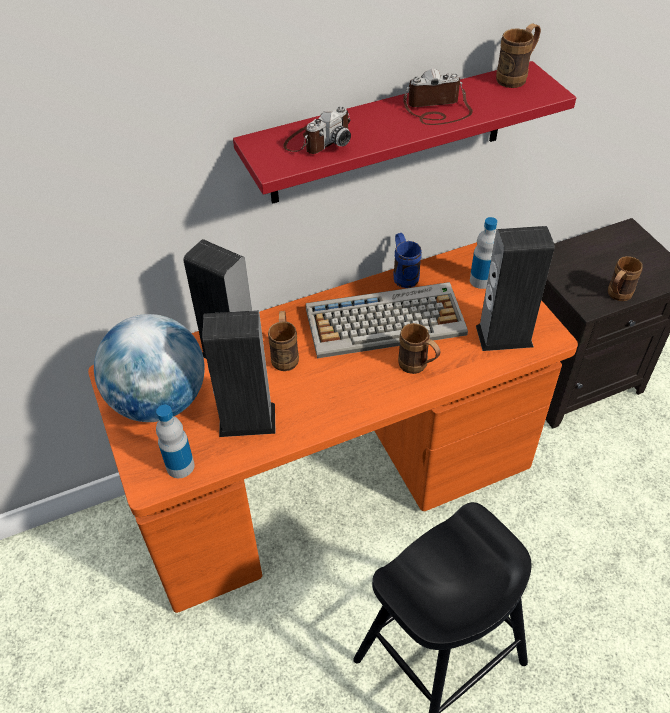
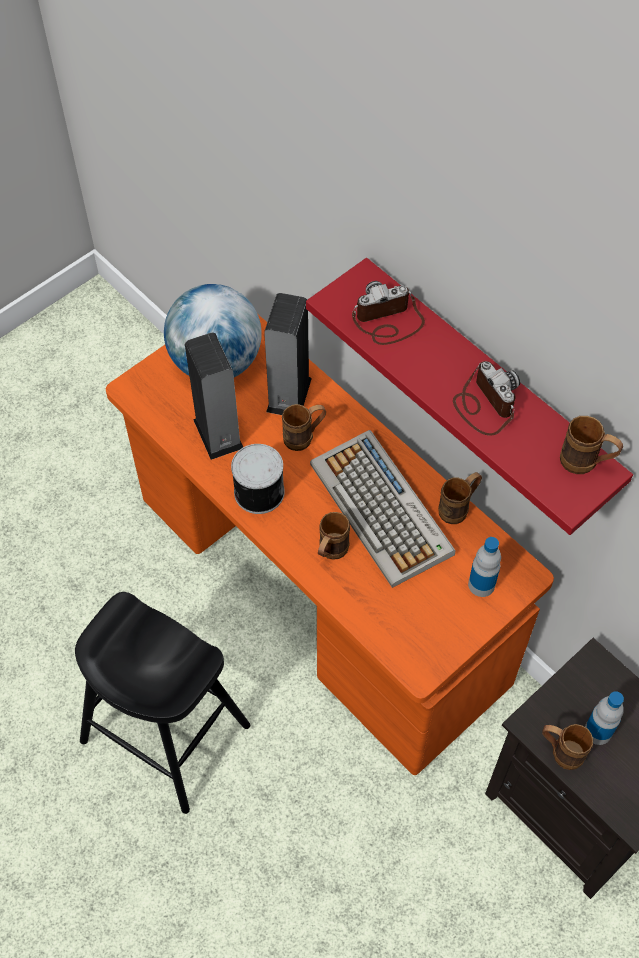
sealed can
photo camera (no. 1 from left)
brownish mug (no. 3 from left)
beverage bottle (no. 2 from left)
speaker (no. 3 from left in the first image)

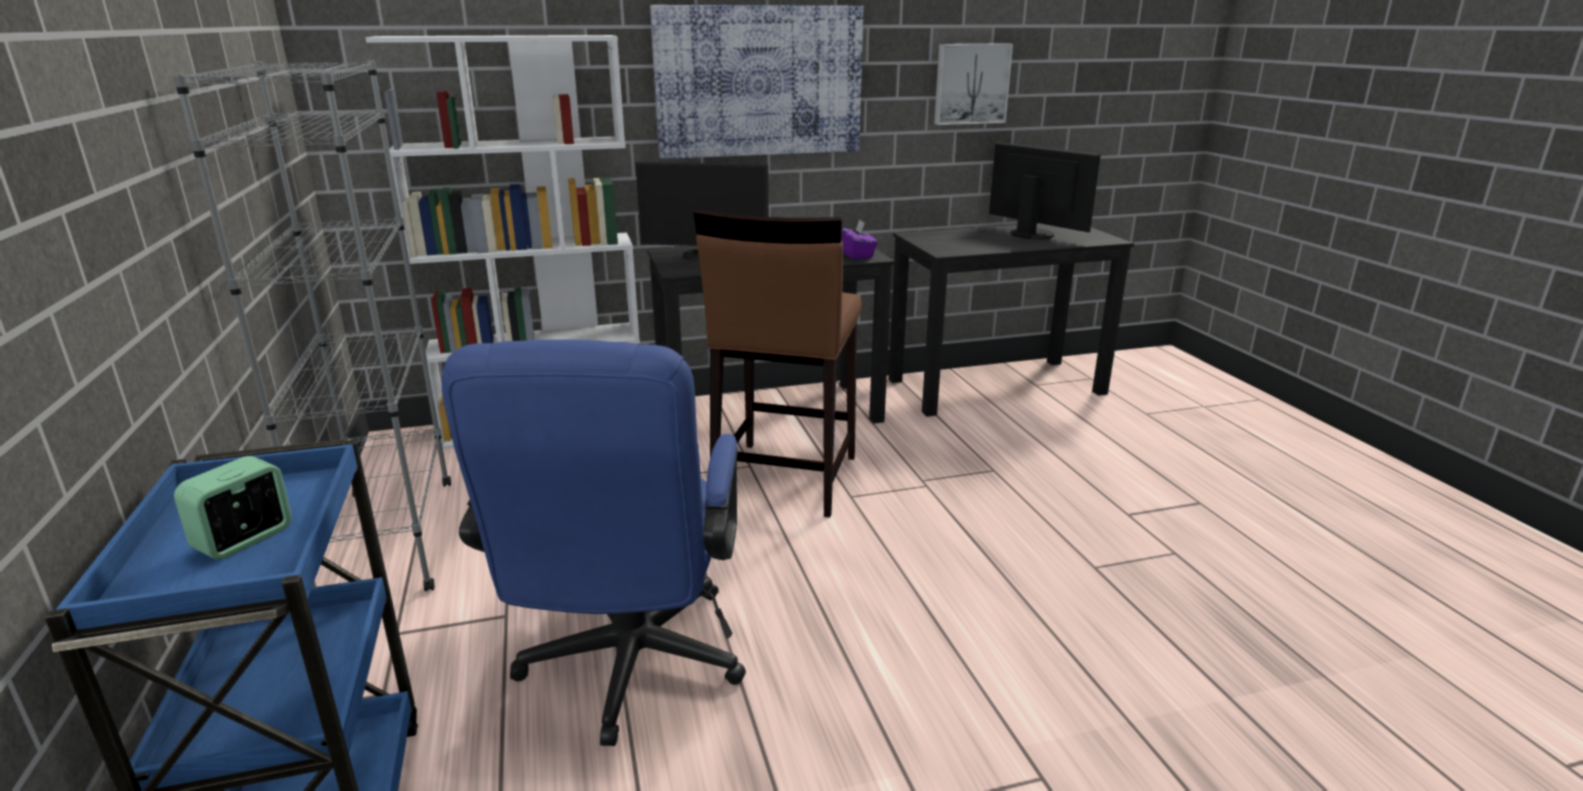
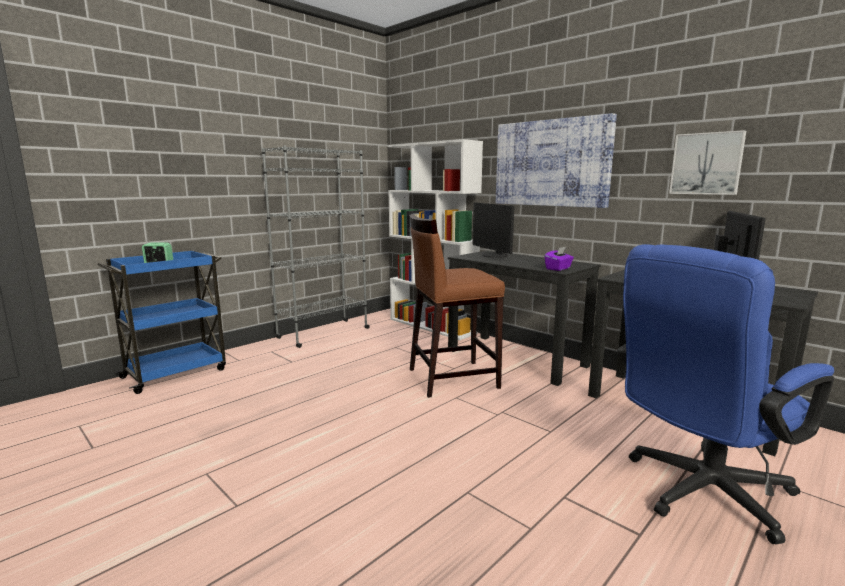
blue desk chair

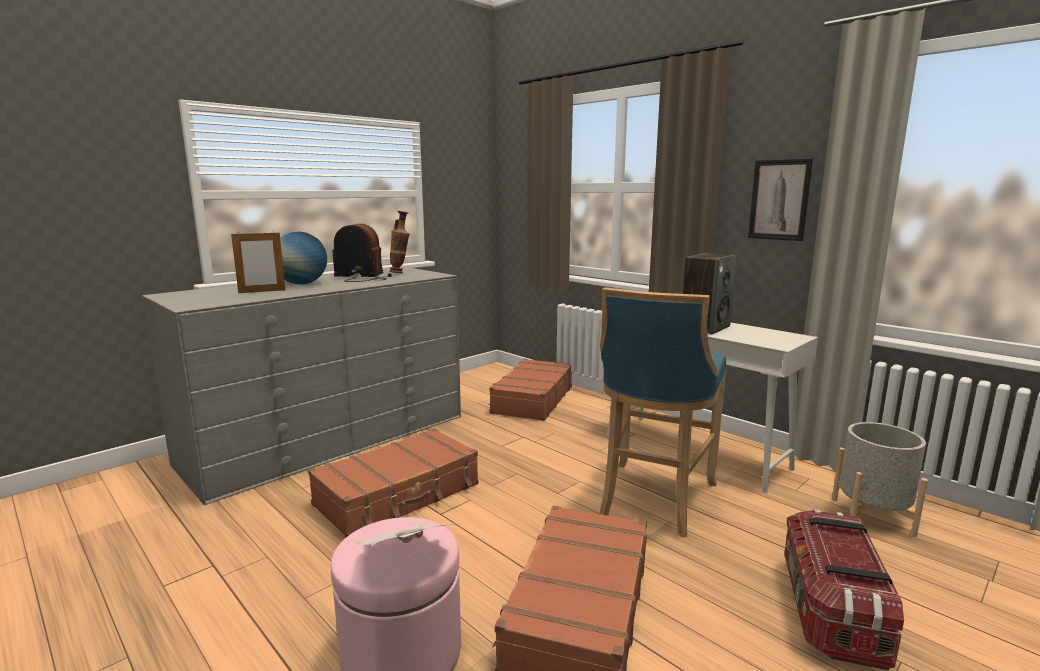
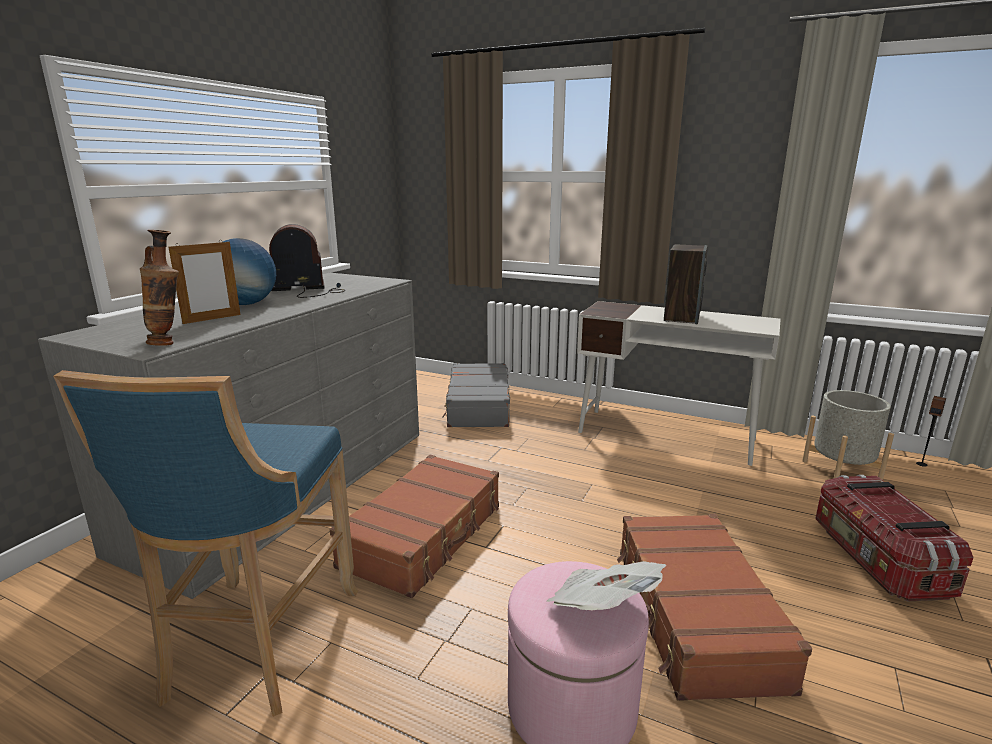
blue sitting stool
decorative vase
greyish travel case
speaker (no. 2 from left)
wall picture

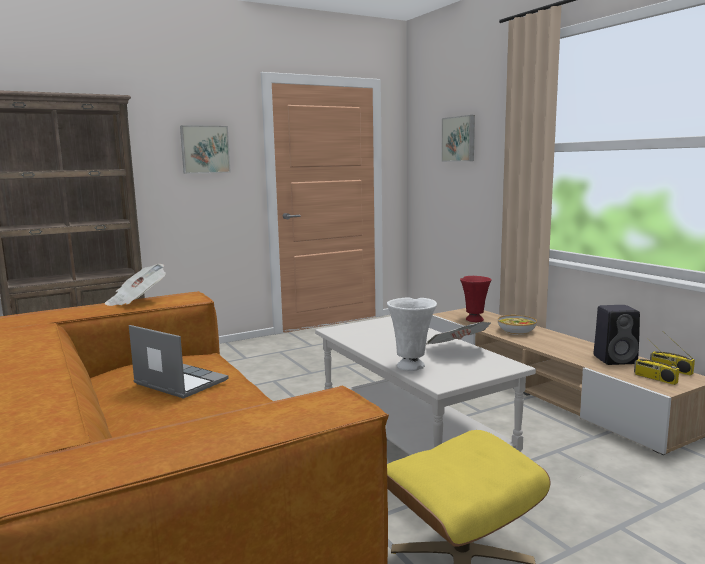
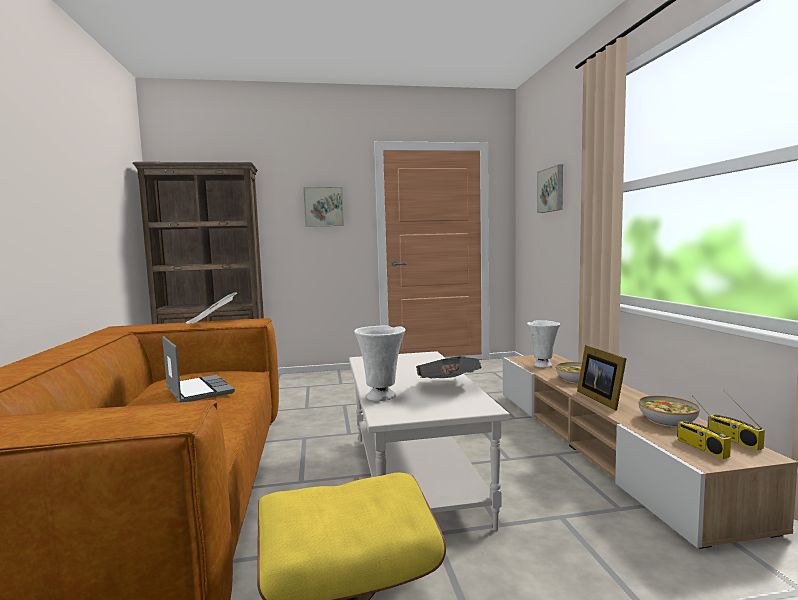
white-coloured decorative vase (no. 2 from left)
standing frame
serving bowl (no. 2 from left)

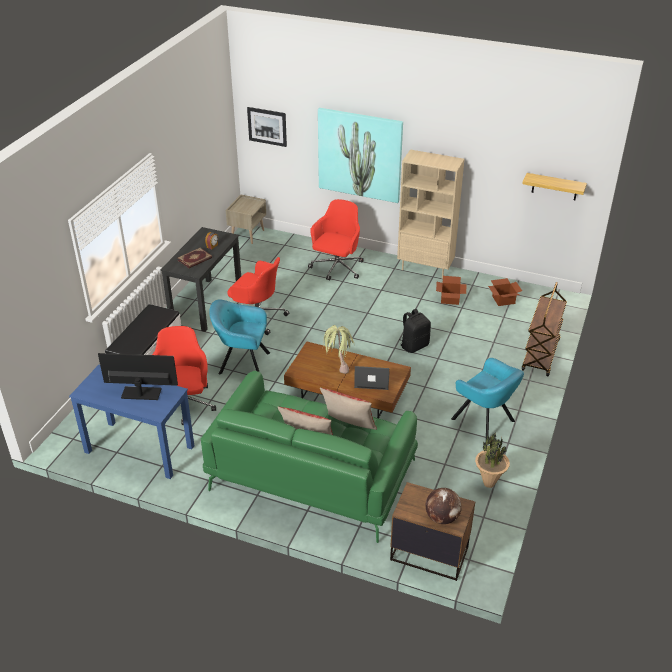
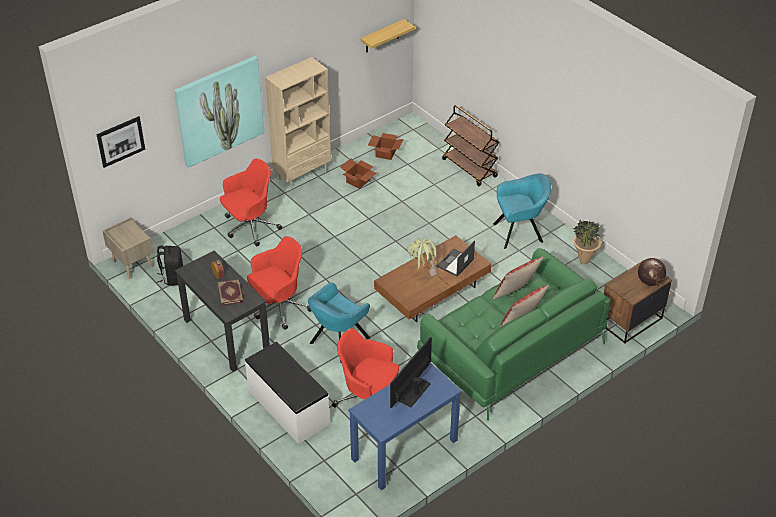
black-coloured rucksack
red desk chair (no. 1 from left)

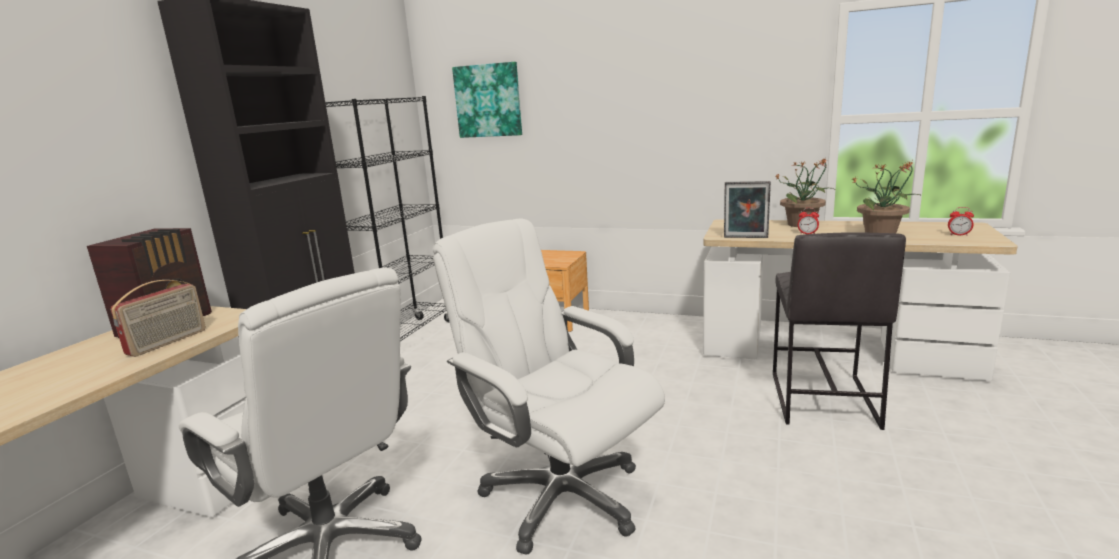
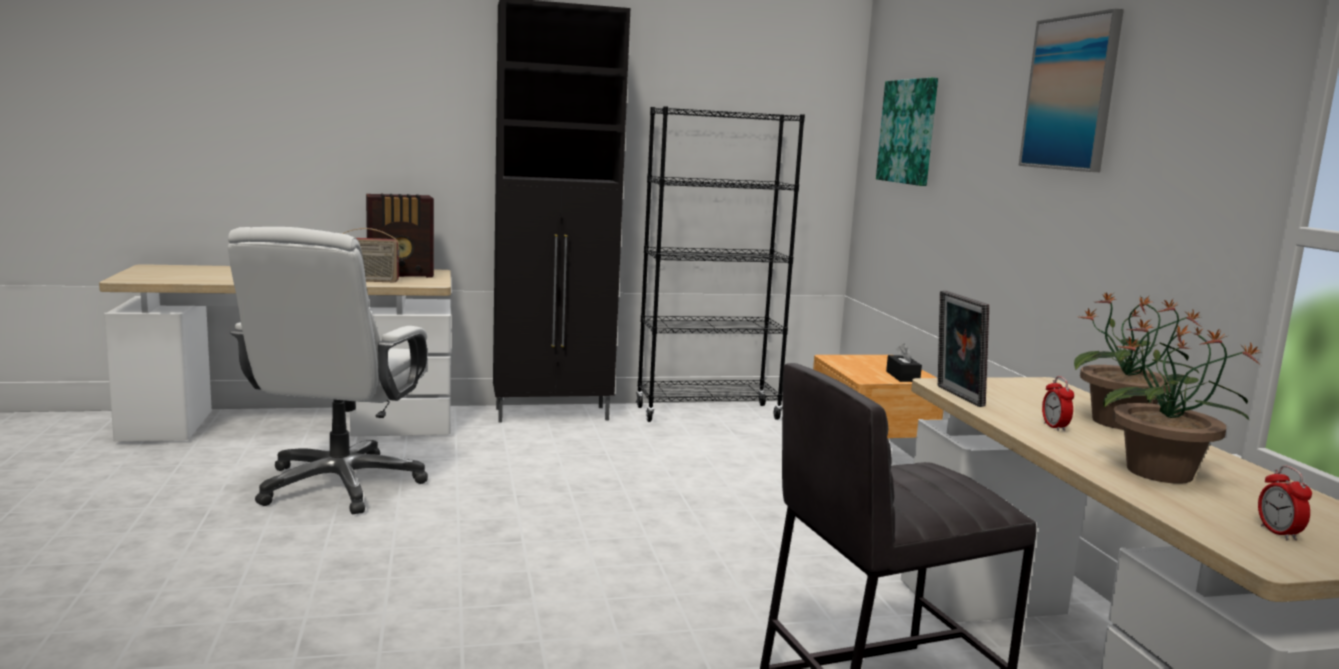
black-coloured box of tissues
wall picture (no. 2 from left)
white-coloured desk chair (no. 2 from left in the first image)

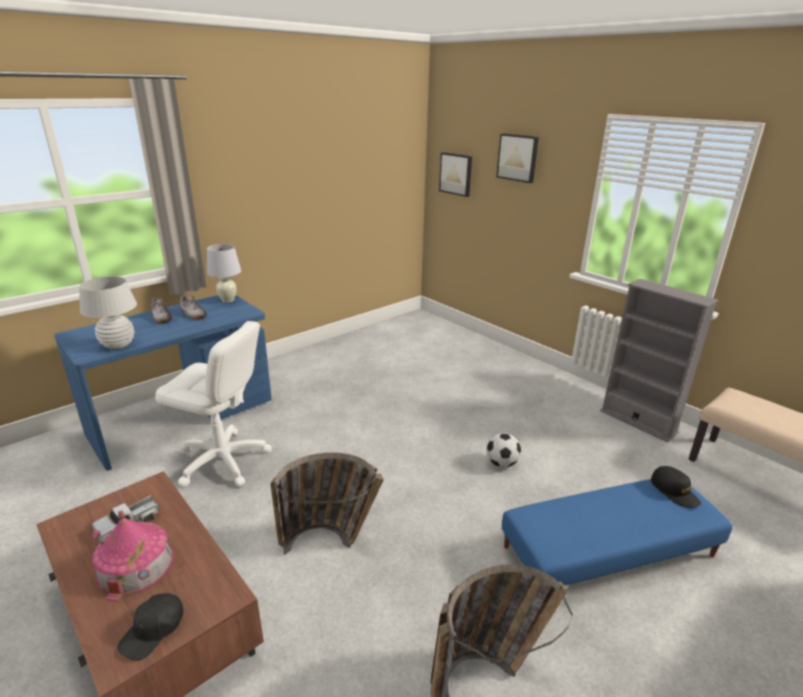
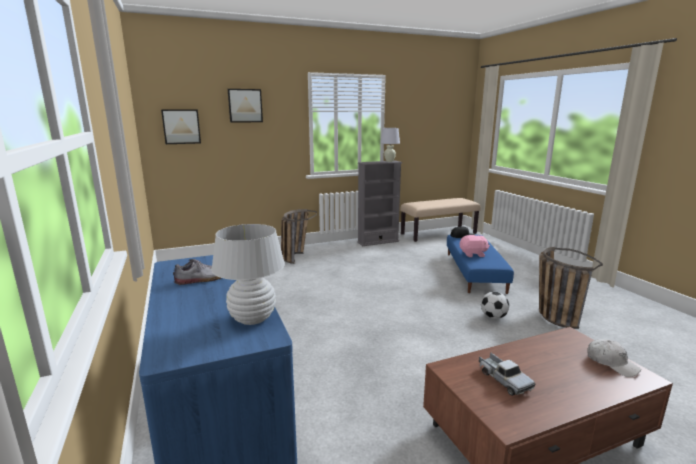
household basket (no. 1 from left)
white-coloured table lamp (no. 2 from left)
pink-coloured soft toy
football
white-coloured cap
toy house
low shoe (no. 1 from left in the first image)
white-coloured desk chair

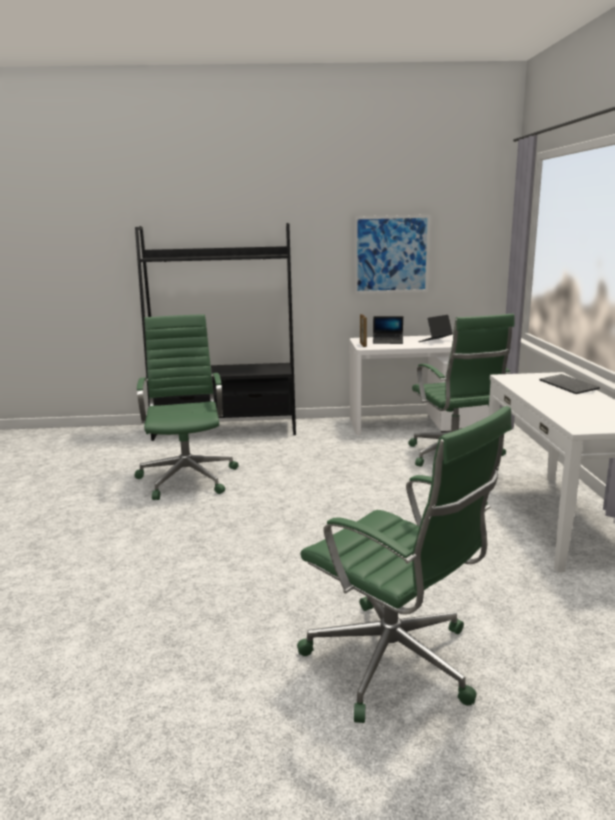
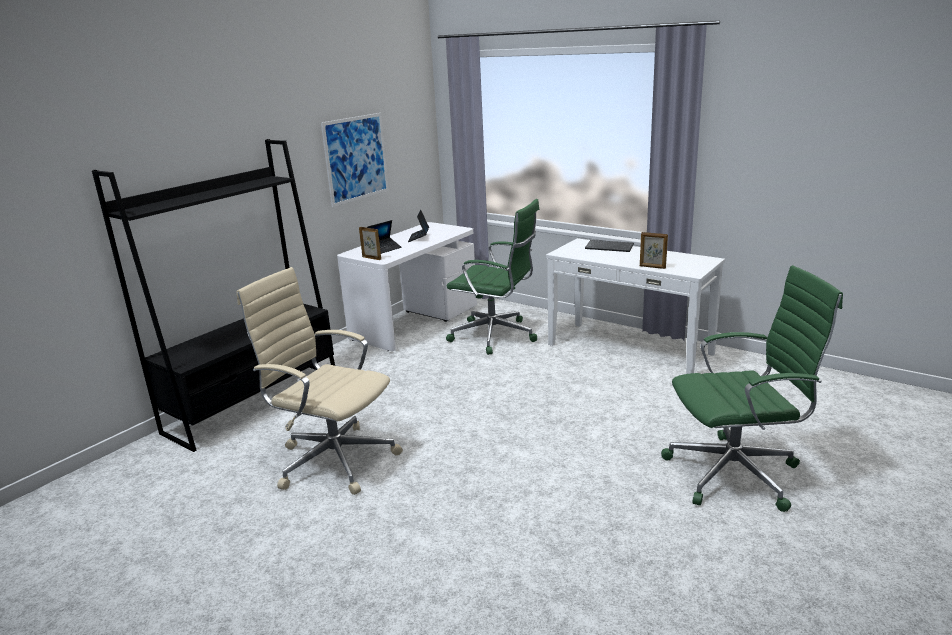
sand-coloured desk chair
standing frame (no. 2 from left)

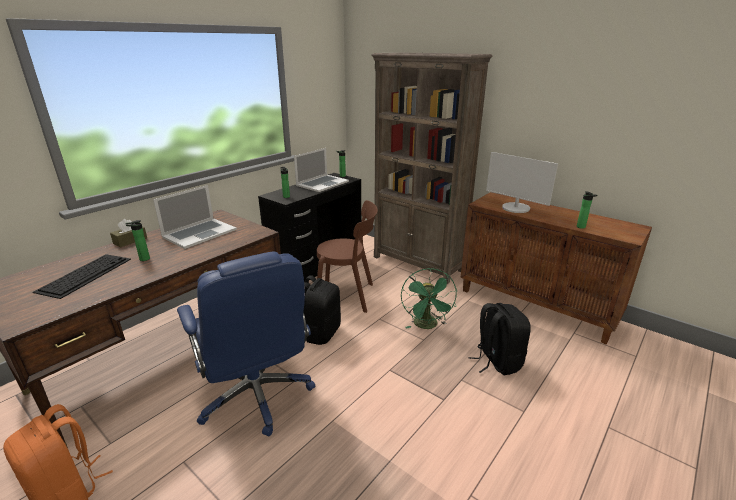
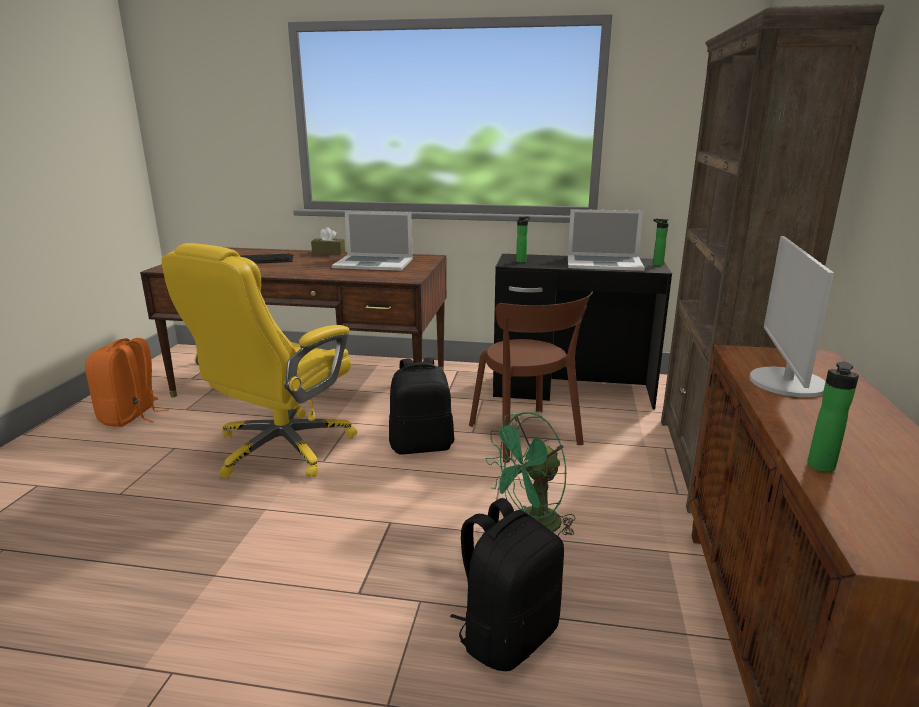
yellowish desk chair
beverage bottle (no. 1 from left in the first image)

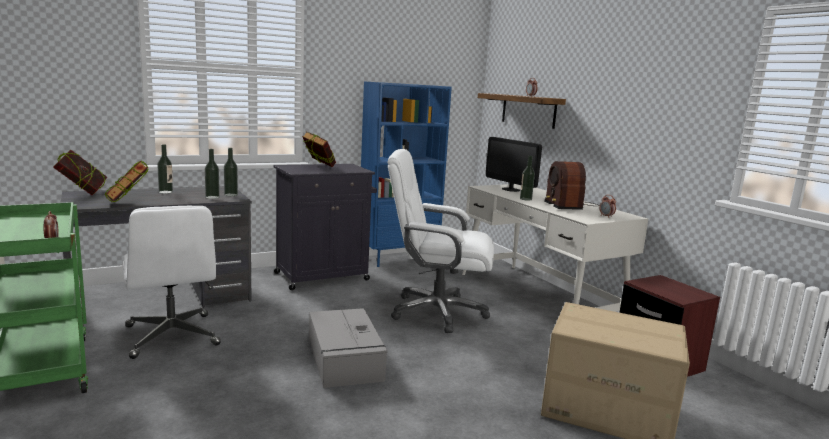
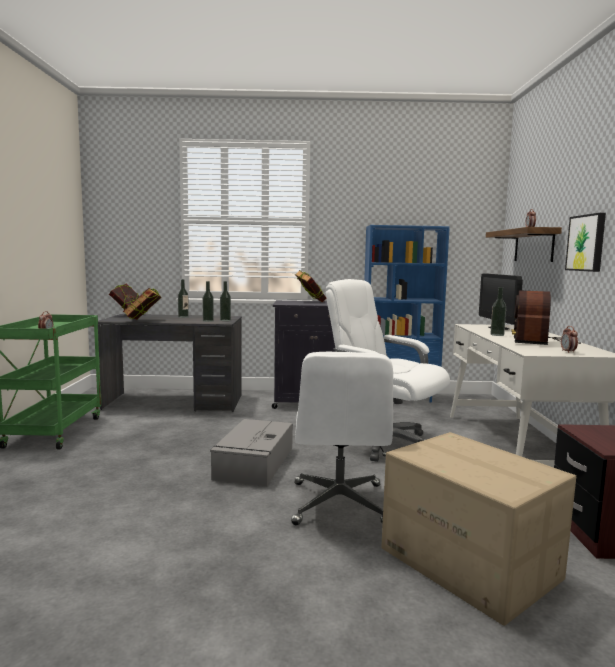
white-coloured desk chair (no. 1 from left)
wall picture

